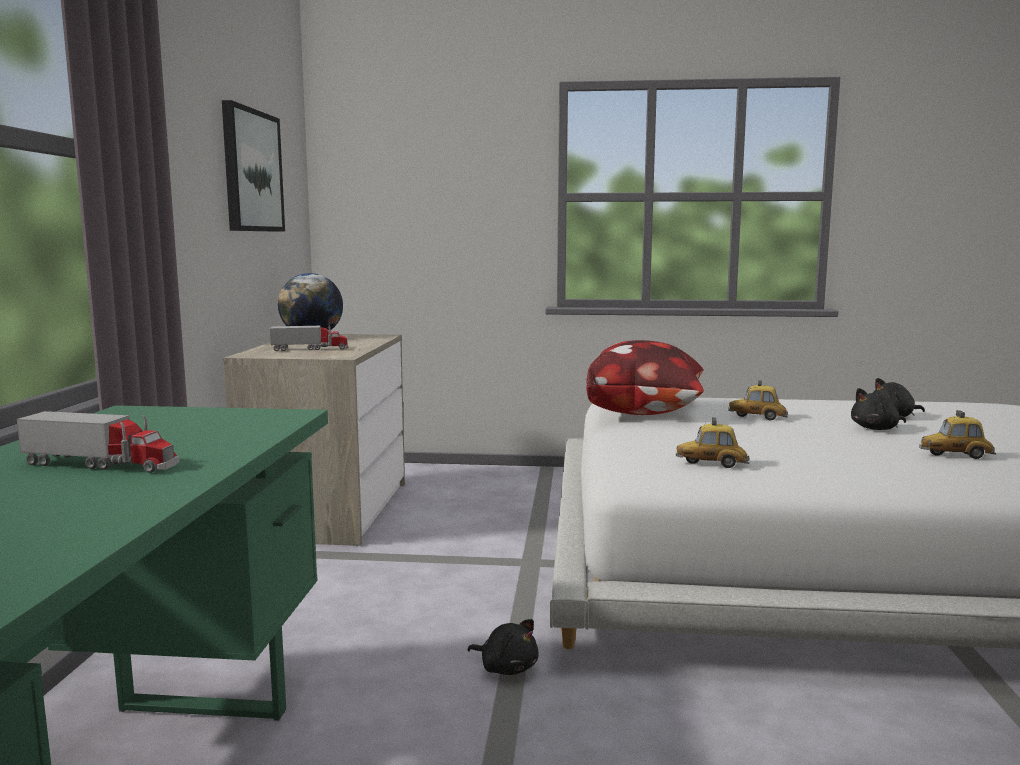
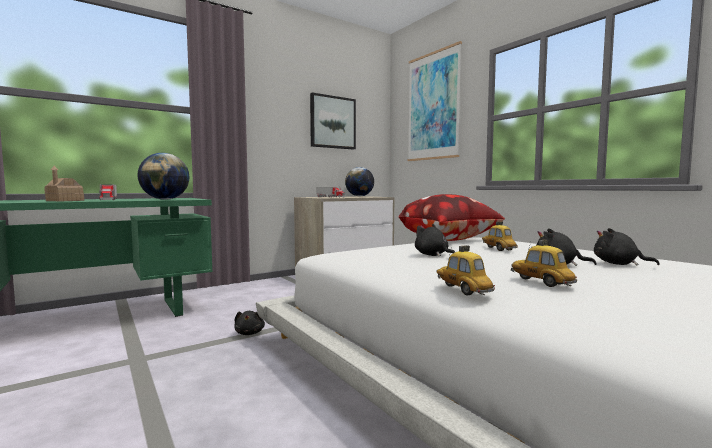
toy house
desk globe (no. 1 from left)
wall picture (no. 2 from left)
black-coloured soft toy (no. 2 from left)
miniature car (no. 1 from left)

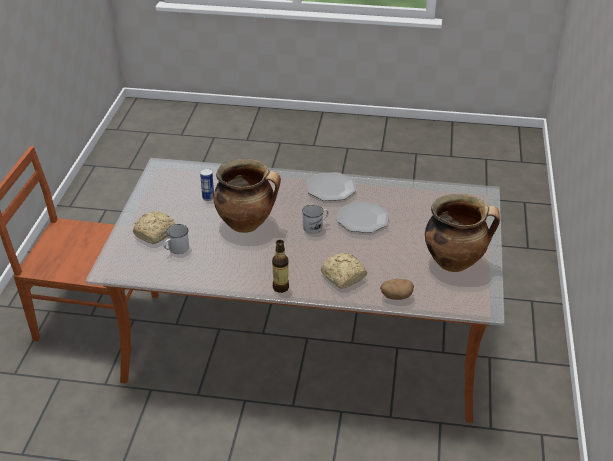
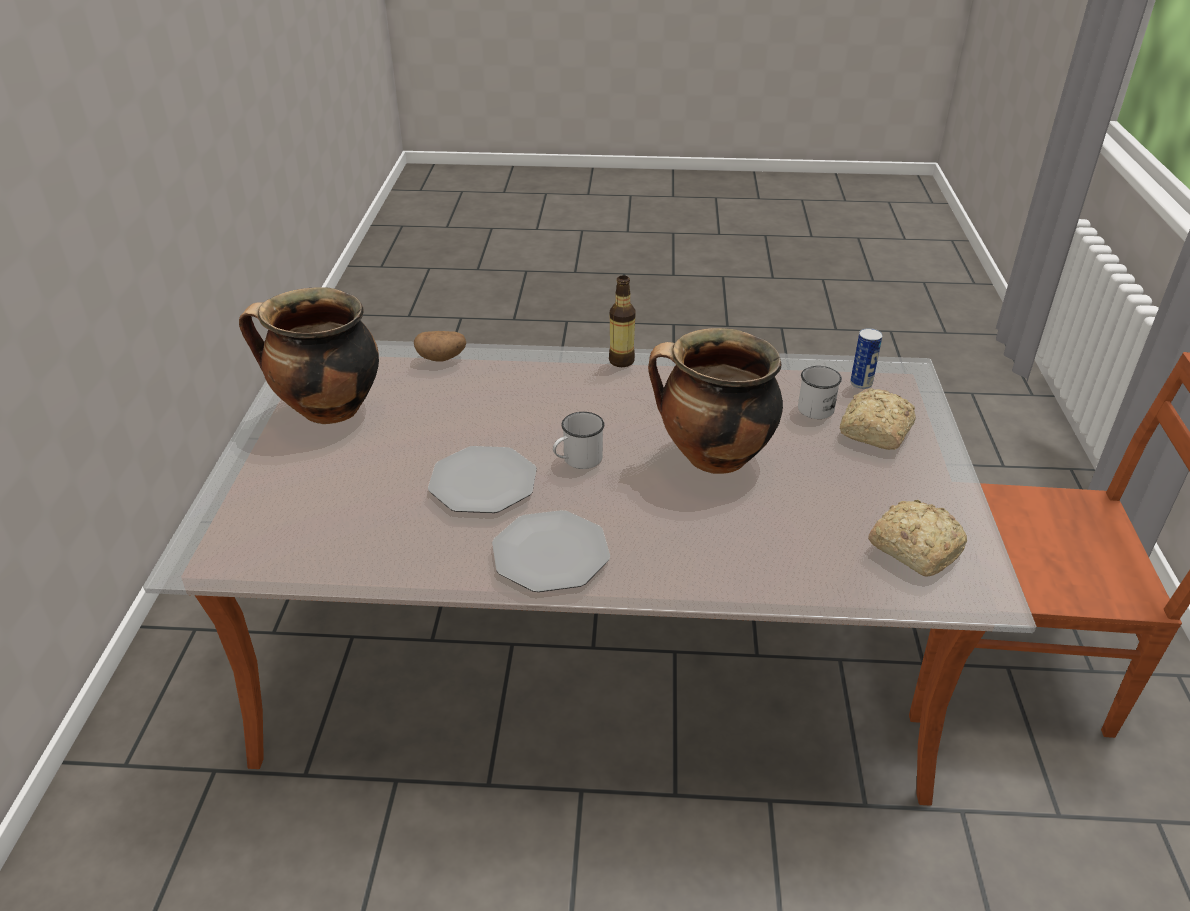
sealed can
baked bread (no. 2 from left)

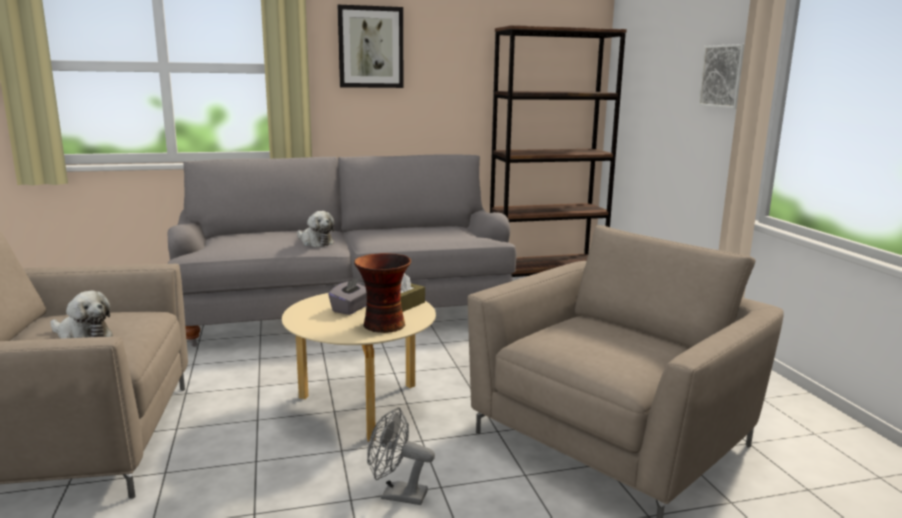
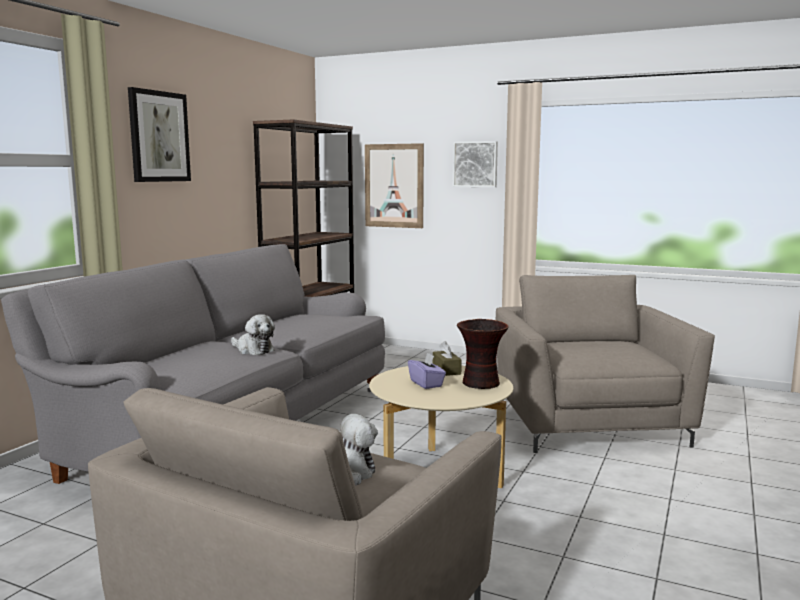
soft toy (no. 1 from left)
wall picture (no. 2 from left)
purple-coloured box of tissues
greyish cooling fan

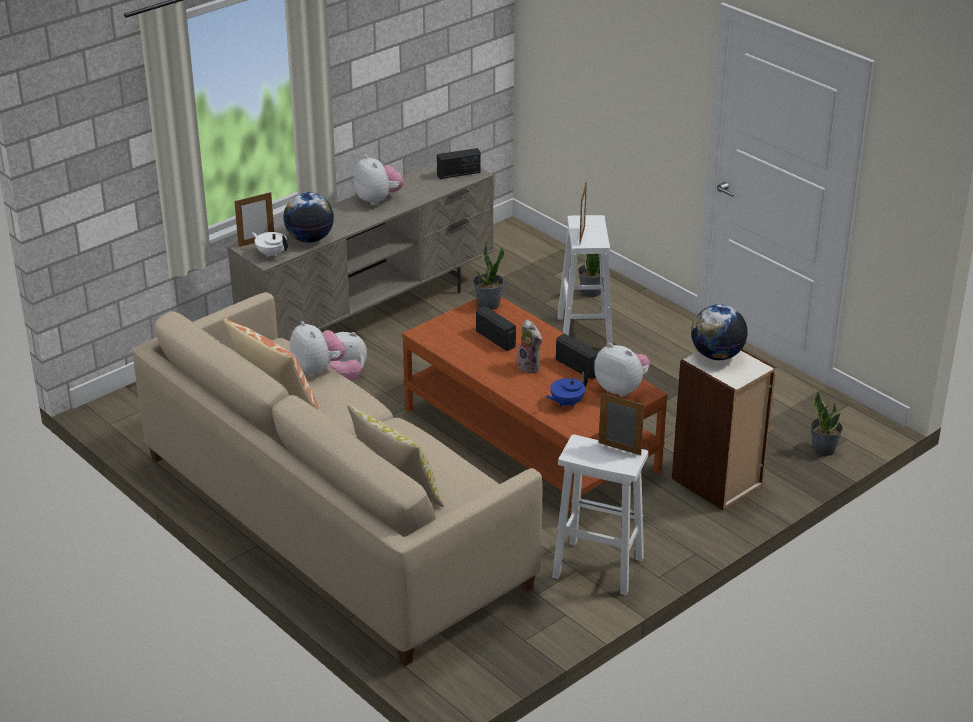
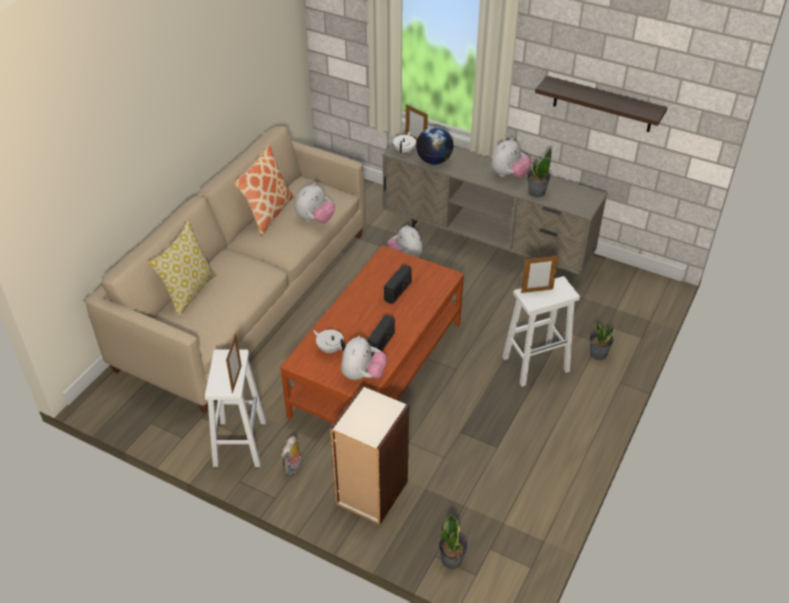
soft toy (no. 1 from left)
white-coloured tea pot (no. 1 from left)
houseplant (no. 2 from left)
bracket shelf
radio set (no. 1 from left in the first image)
desk globe (no. 2 from left in the first image)

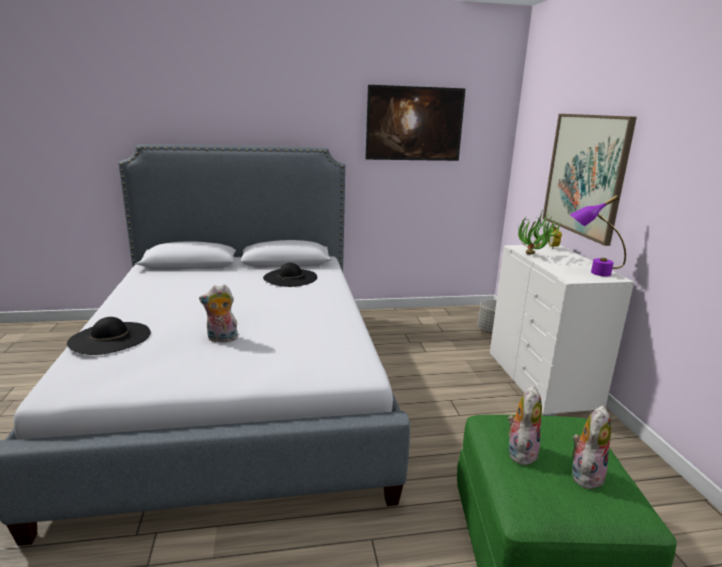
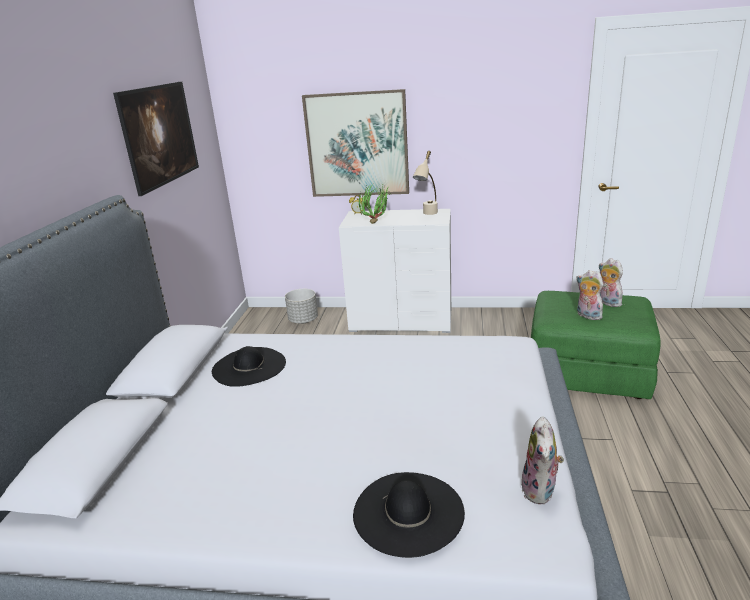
sand-coloured table lamp
soft toy (no. 1 from left)

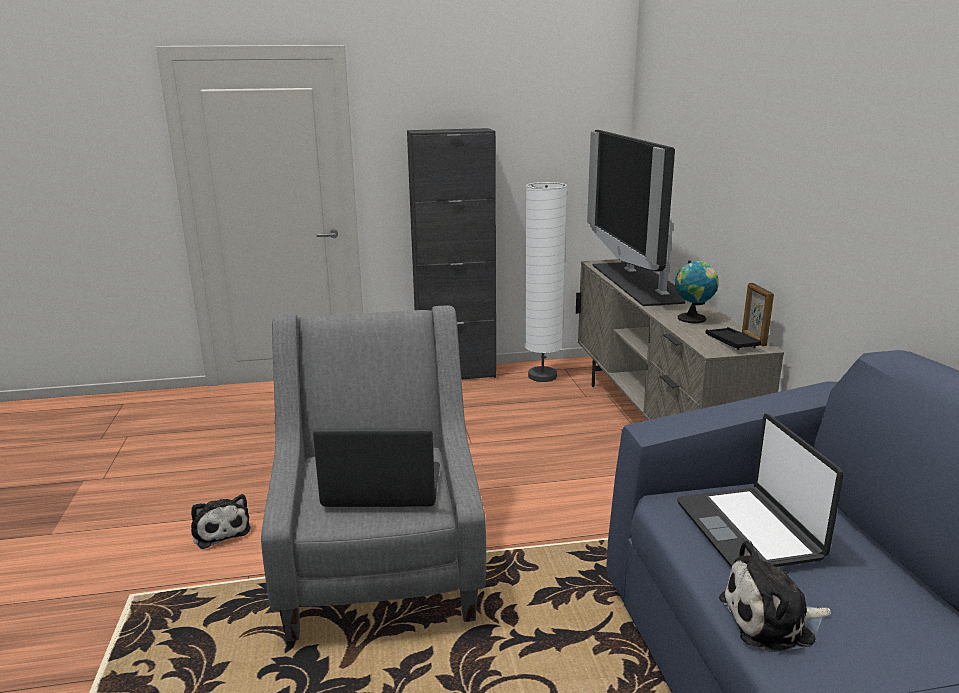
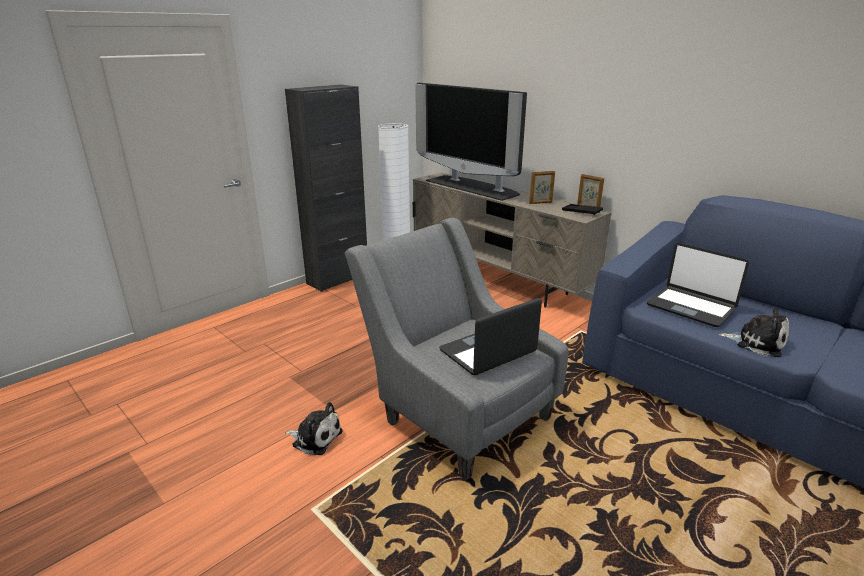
standing frame (no. 1 from left)
soft toy (no. 2 from left)

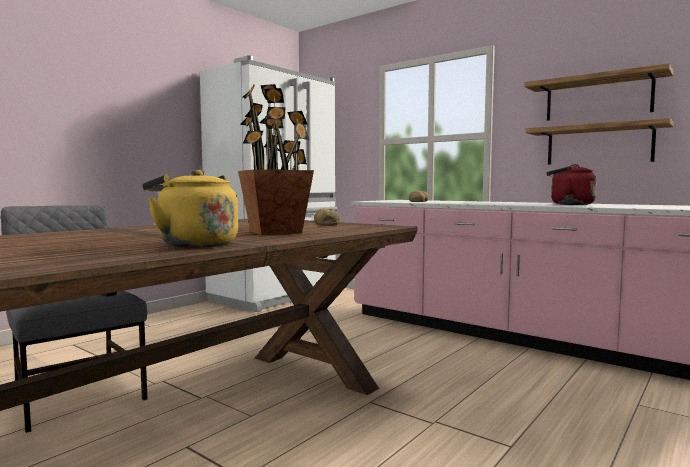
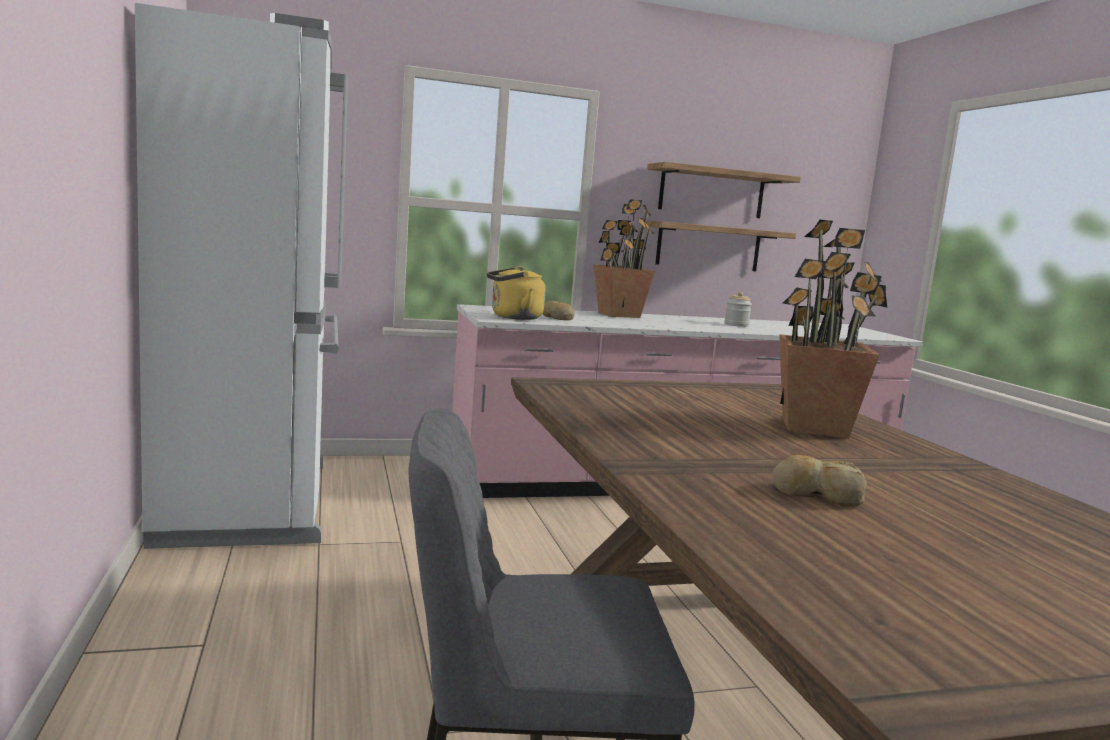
yellowish kettle
houseplant (no. 1 from left)
jar
baked bread (no. 2 from left)

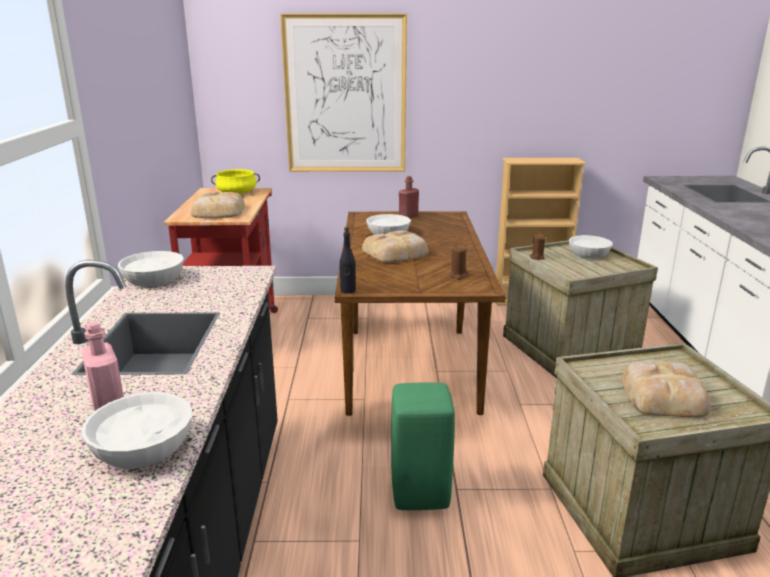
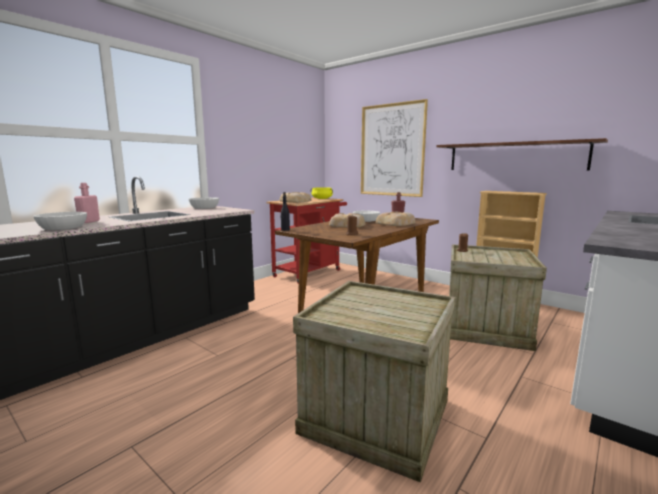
baked bread (no. 3 from left)
bracket shelf
green sitting stool
white-coloured serving bowl (no. 4 from left in the first image)

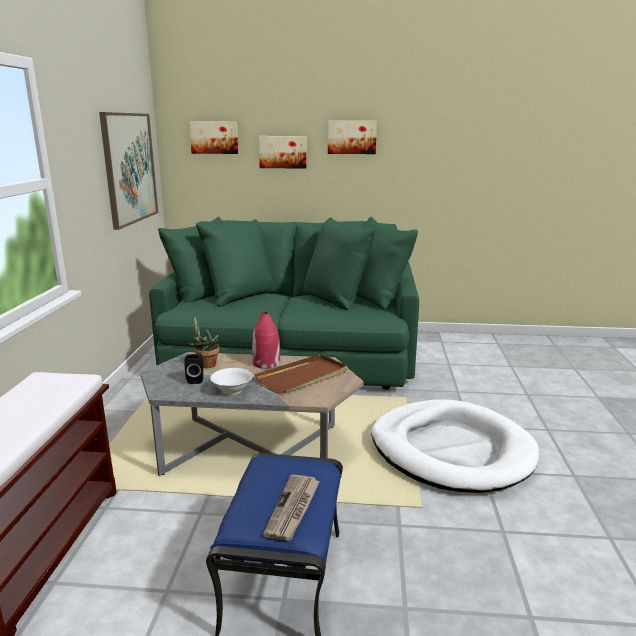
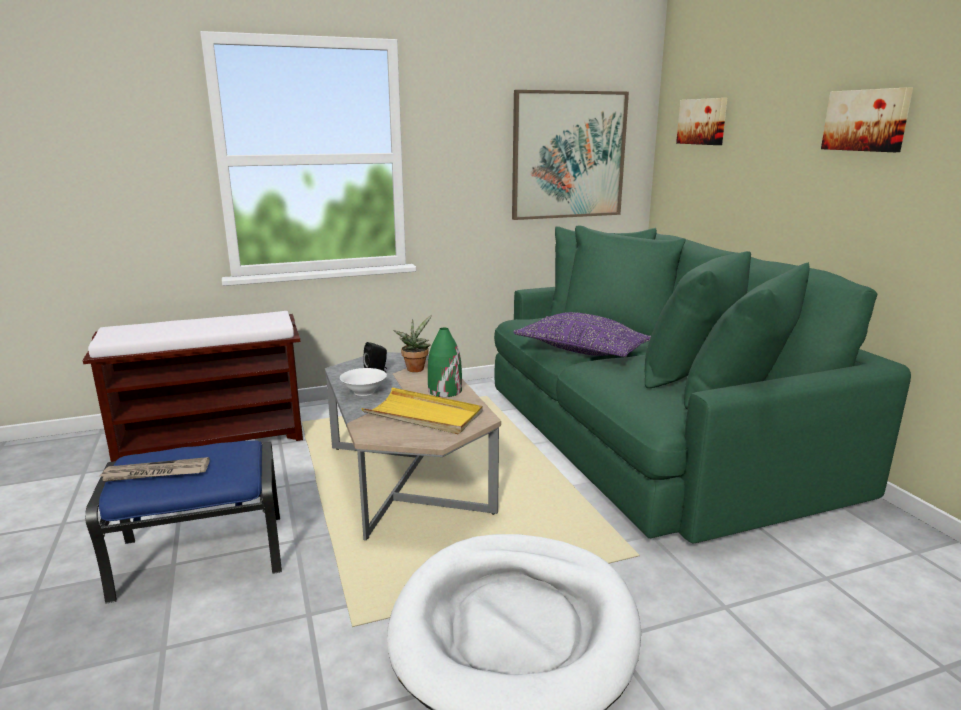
yellowish carrying tray
green decorative vase
purple-coloured pillow
wall picture (no. 3 from left in the first image)

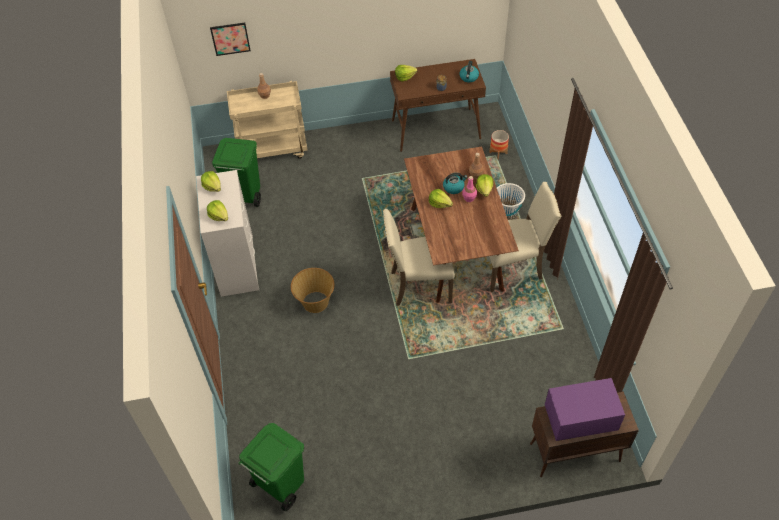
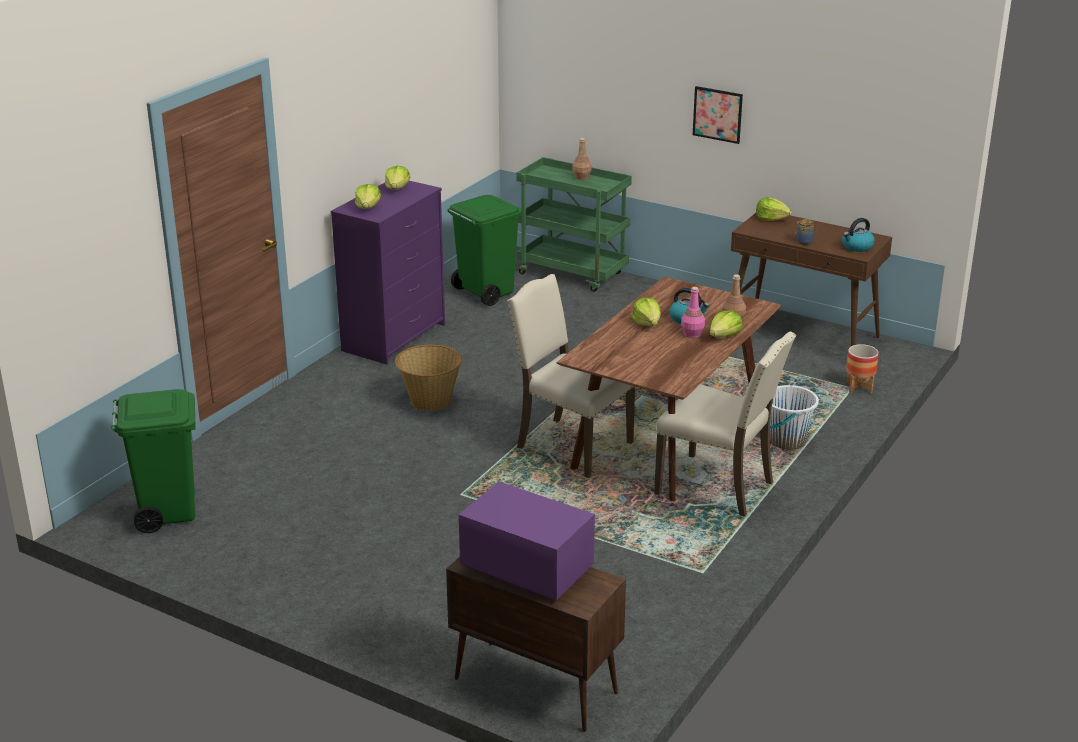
purple-coloured dresser
green wheeled cart
wall picture

